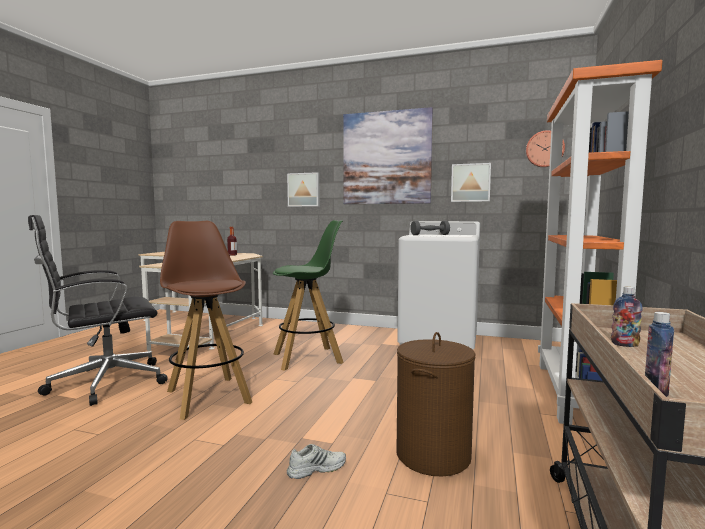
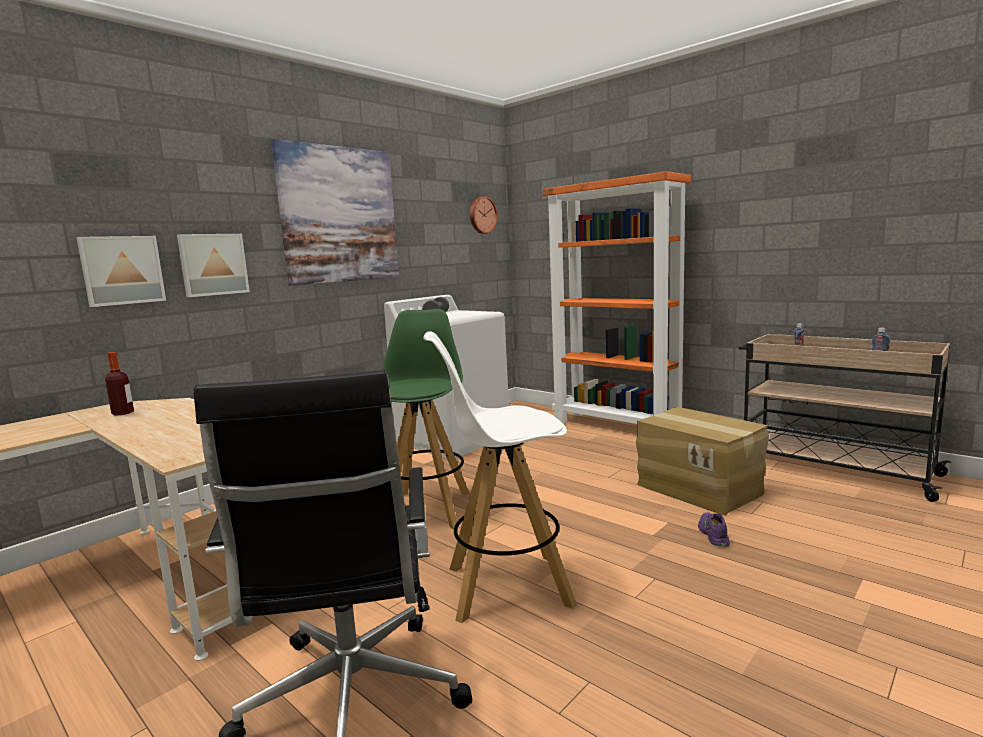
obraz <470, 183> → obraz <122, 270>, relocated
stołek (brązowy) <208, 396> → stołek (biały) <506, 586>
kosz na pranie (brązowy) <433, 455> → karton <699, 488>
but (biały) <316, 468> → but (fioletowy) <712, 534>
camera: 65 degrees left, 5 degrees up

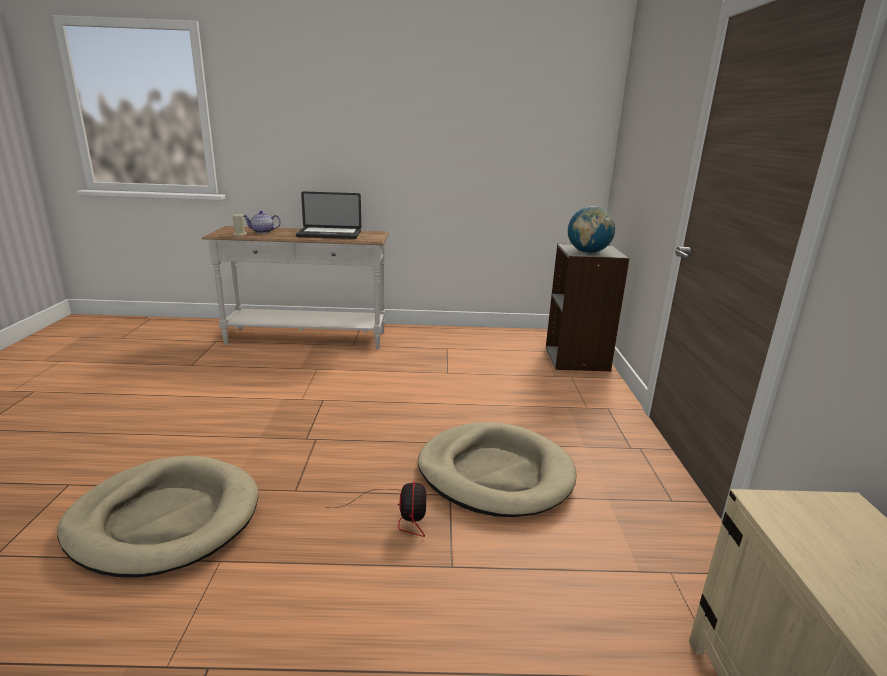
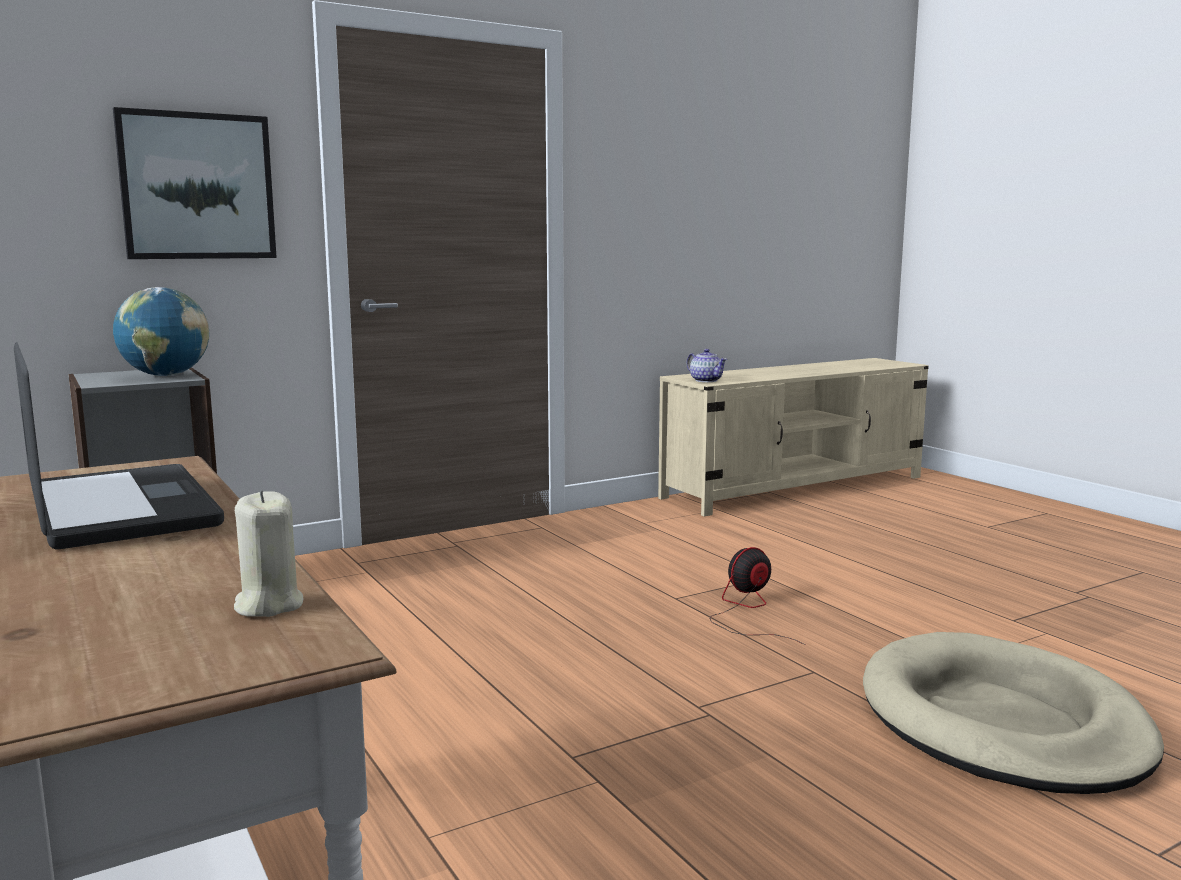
- → obraz <197, 186>
imbryk <263, 232> → imbryk <706, 380>, relocated
legowisko (beżowy) <495, 473> → -
camera: 120 degrees left, 10 degrees down

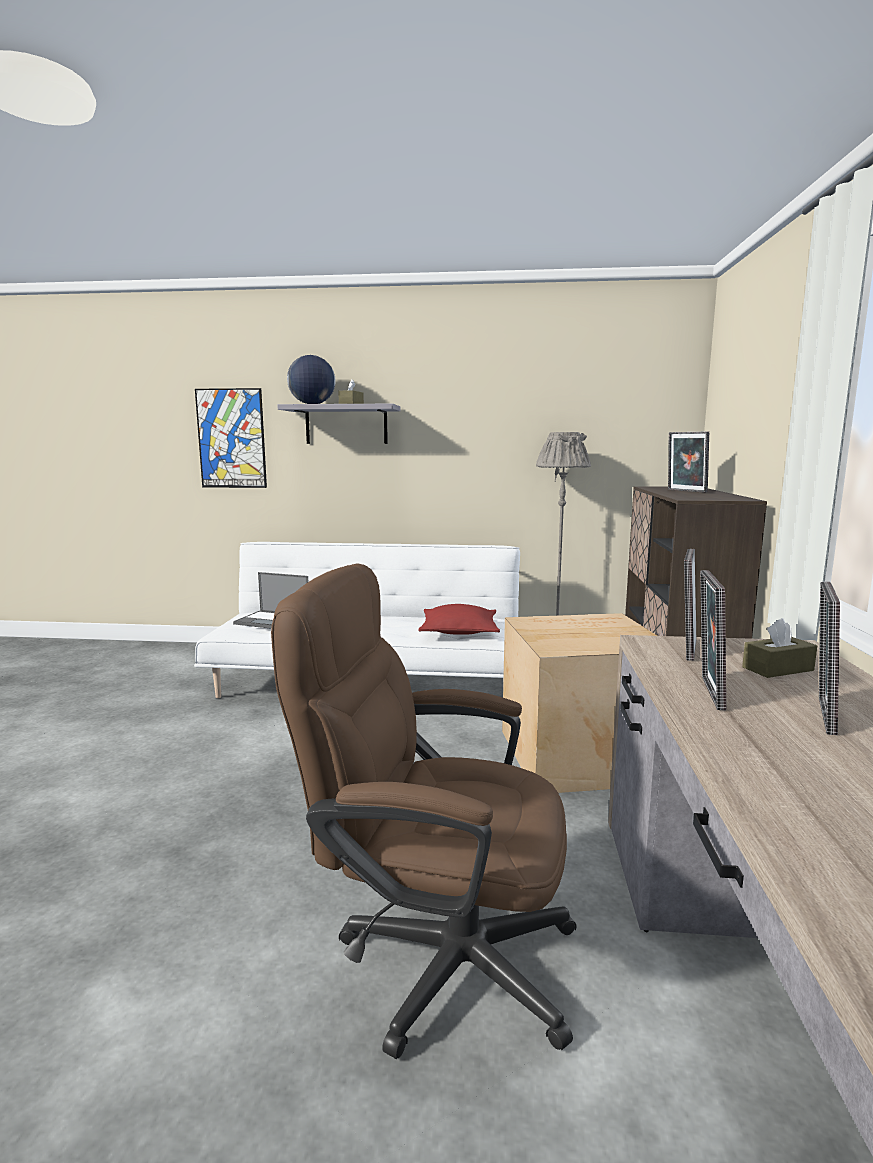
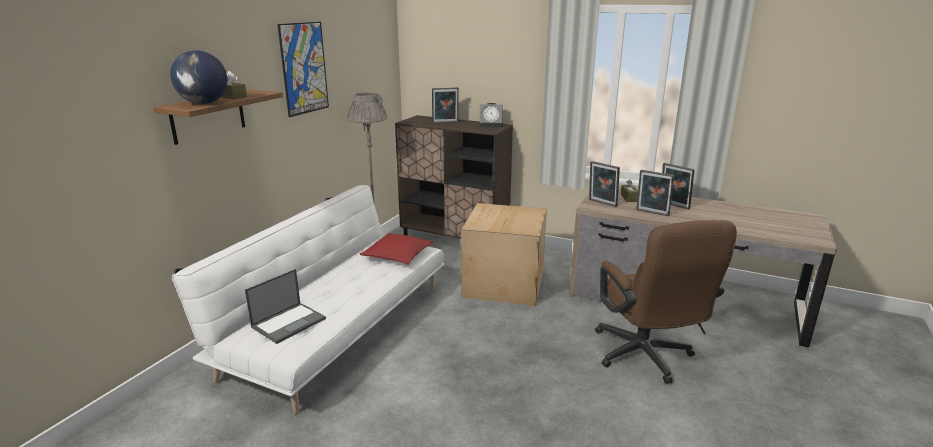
półka (szary) <346, 425> → półka (brązowy) <208, 116>
obraz <231, 438> → obraz <304, 68>, relocated
- → budzik <491, 125>
krzesło biurowe (brązowy) <436, 956> → krzesło biurowe (brązowy) <646, 358>, 45 degrees counterclockwise
camera: 70 degrees left, 10 degrees up

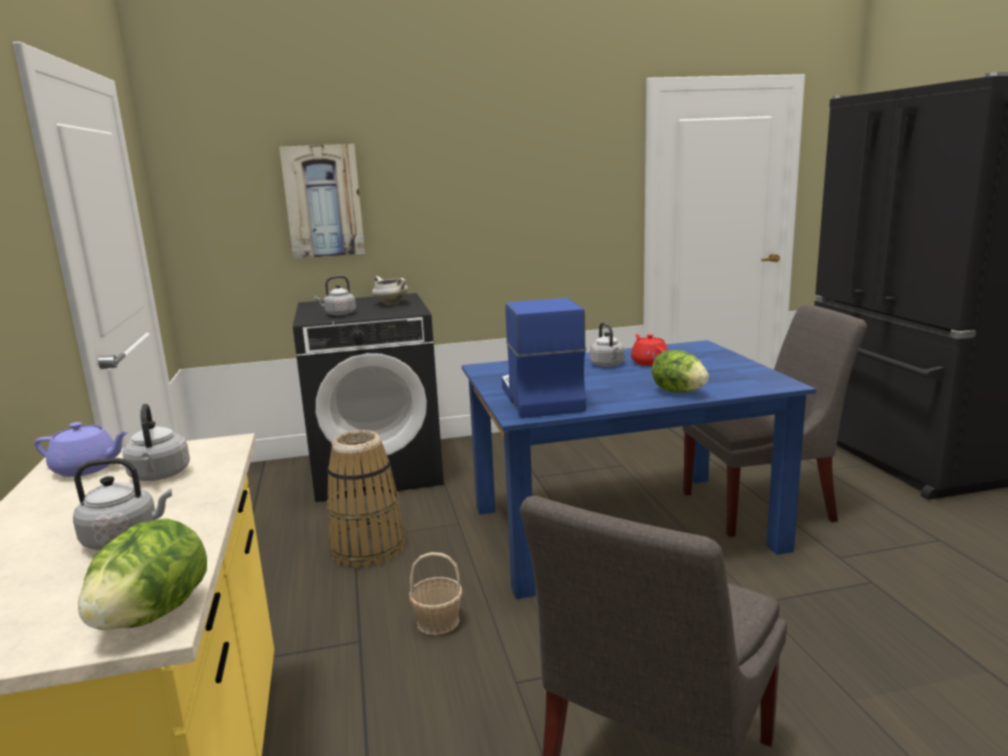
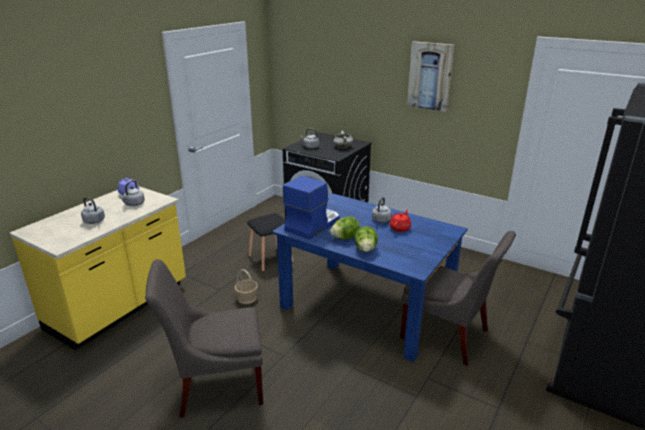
koszyk <368, 548> → stołek (czarny) <271, 258>
sałata <152, 615> → sałata <345, 238>, relocated
obraz <323, 201> → obraz <430, 76>, relocated
camera: 45 degrees right, 10 degrees up

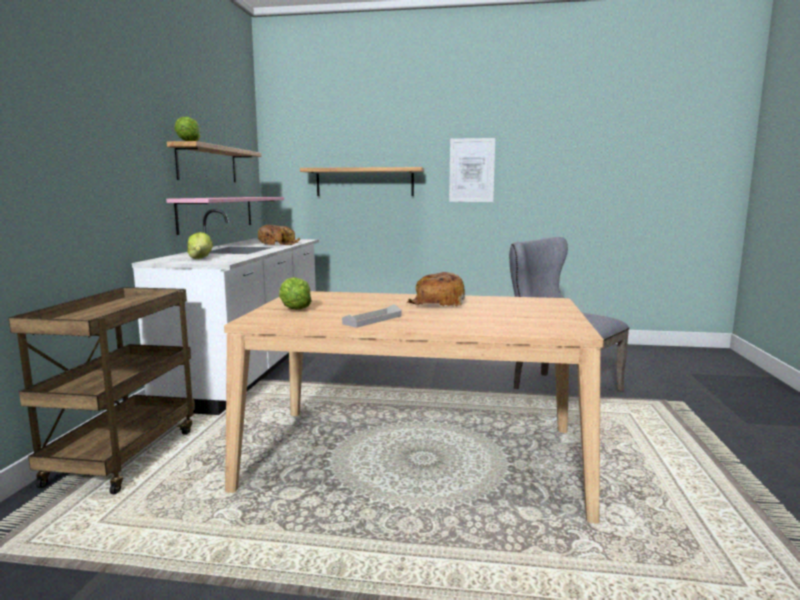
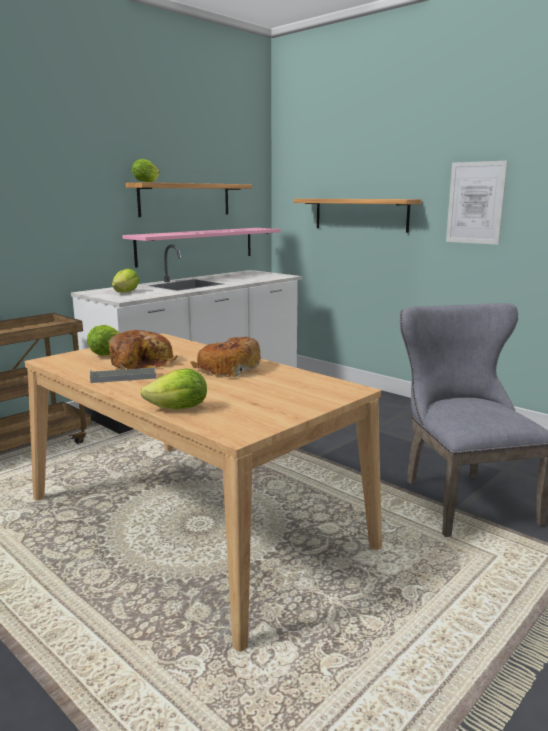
chleb <278, 244> → chleb <142, 362>, relocated
- → sałata <179, 409>
camera: 35 degrees right, 5 degrees up

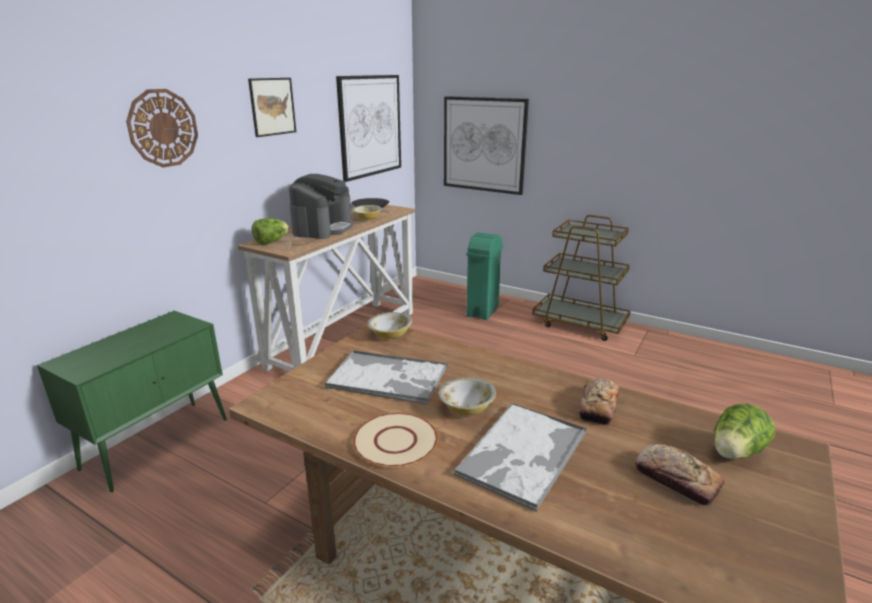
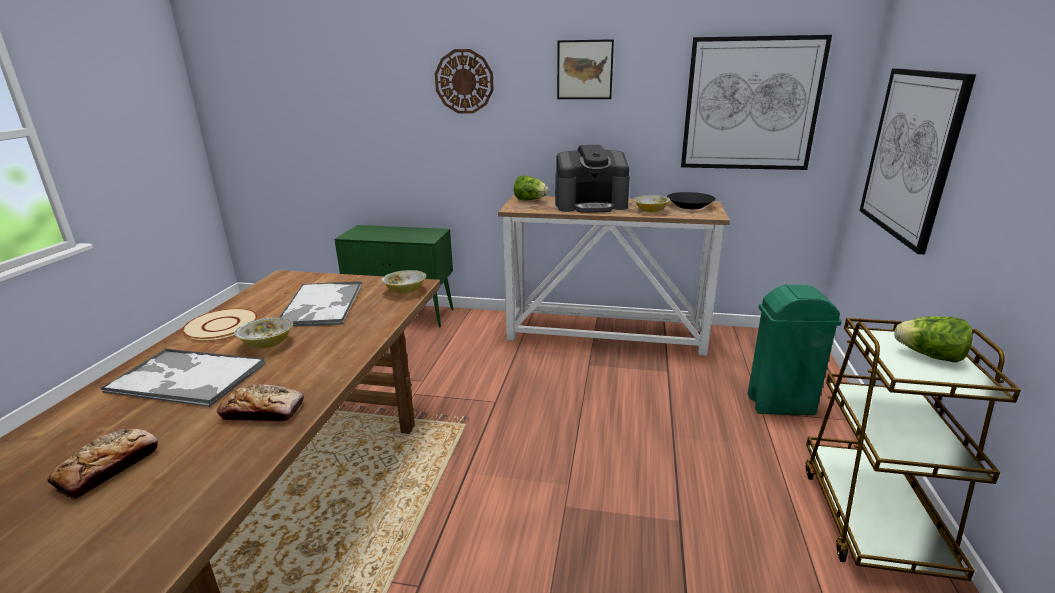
sałata <735, 453> → sałata <929, 356>, relocated
camera: 70 degrees right, 0 degrees up

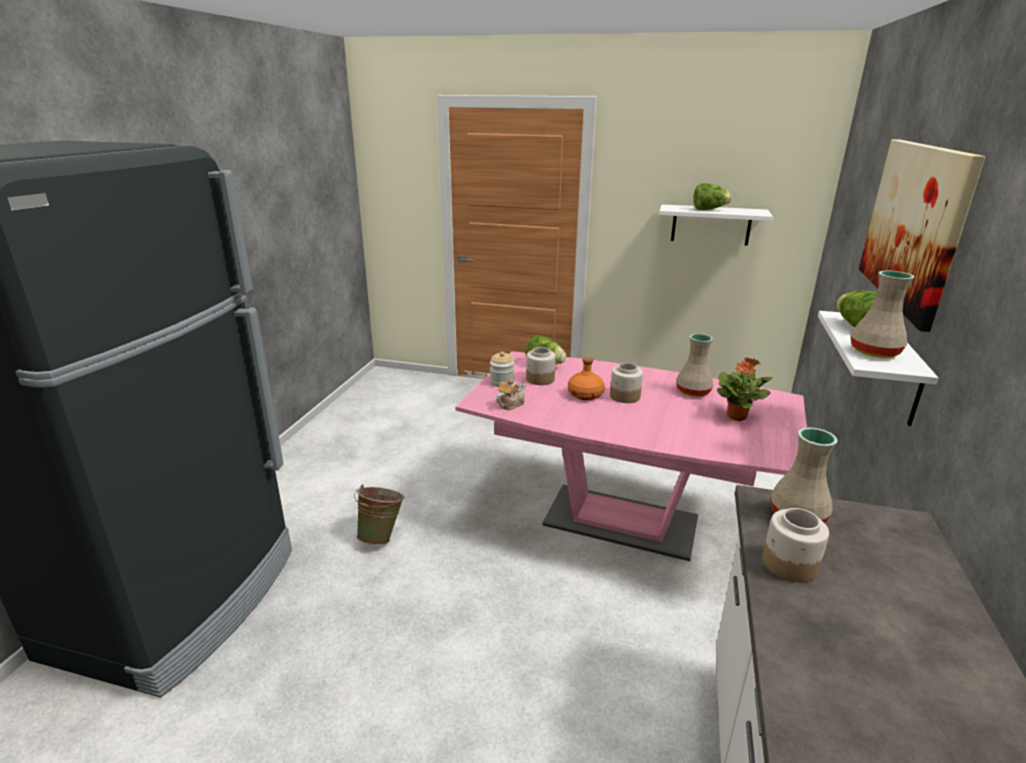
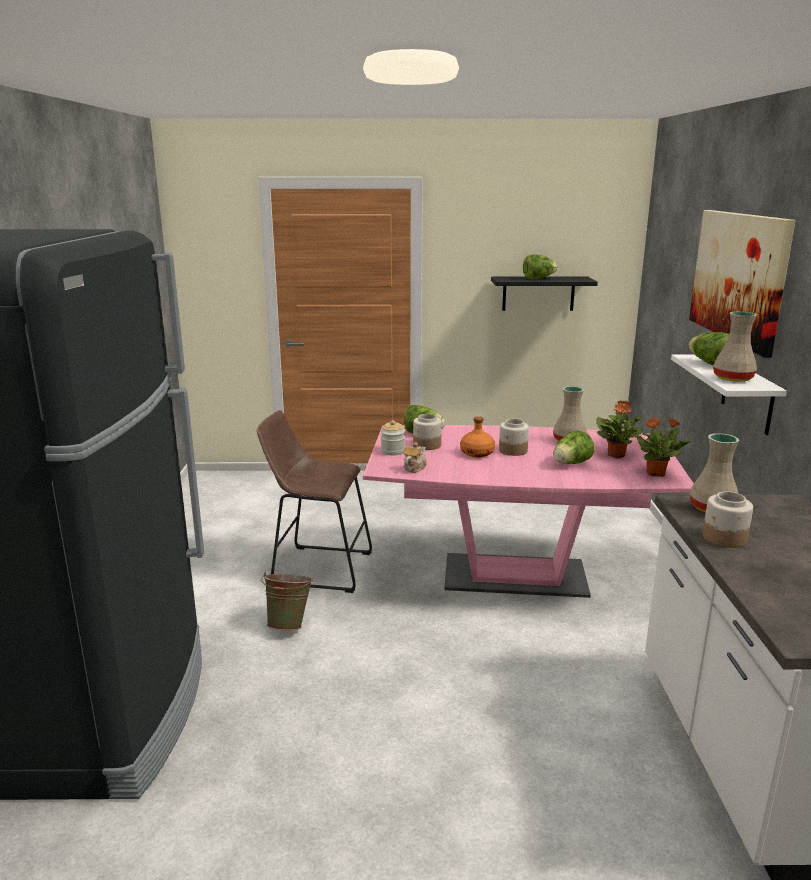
- → stołek (brązowy) <317, 568>
półka (biały) <711, 225> → półka (czarny) <538, 293>
- → sałata <571, 464>
- → roślina doniczkowa <656, 473>
camera: 15 degrees left, 5 degrees down

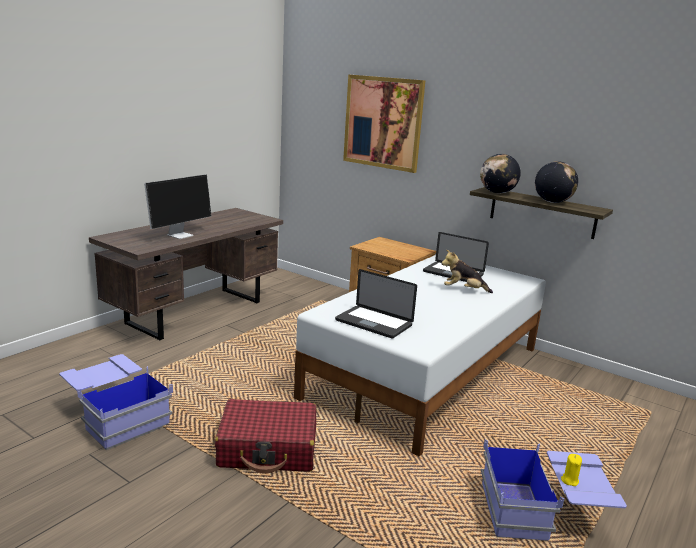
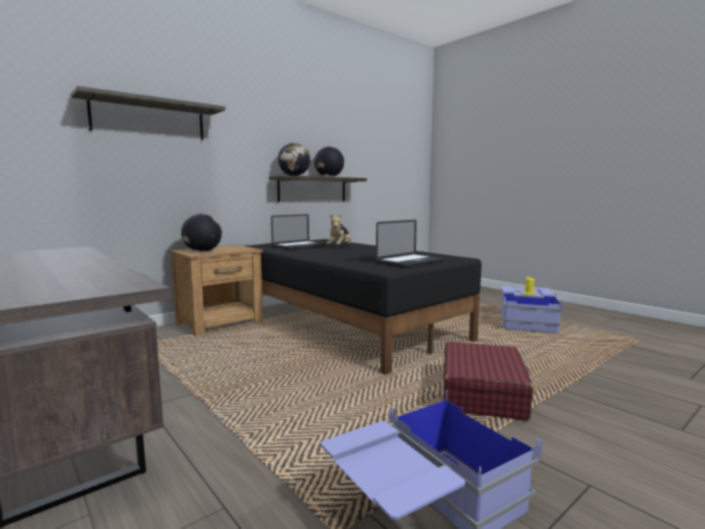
obraz <383, 122> → półka <149, 119>
- → globus <202, 251>
łóżko (biały) <428, 372> → łóżko (czarny) <347, 324>
monitor <180, 235> → -
camera: 75 degrees left, 10 degrees down

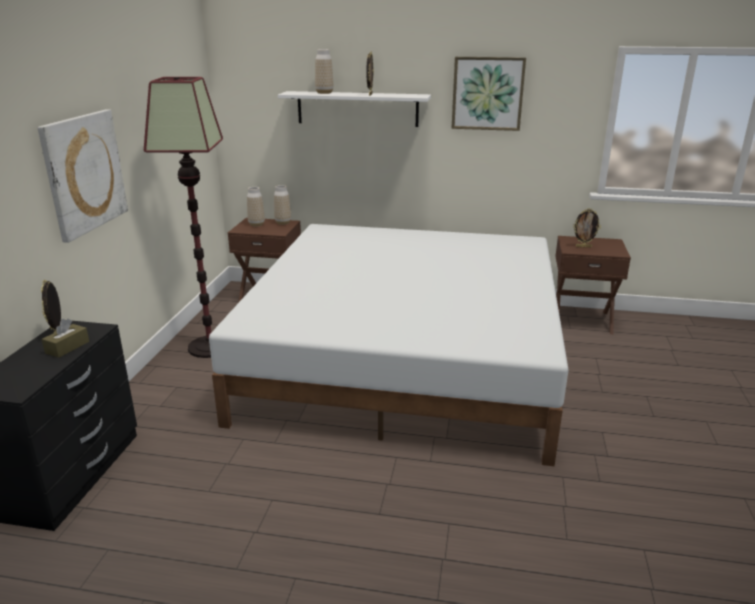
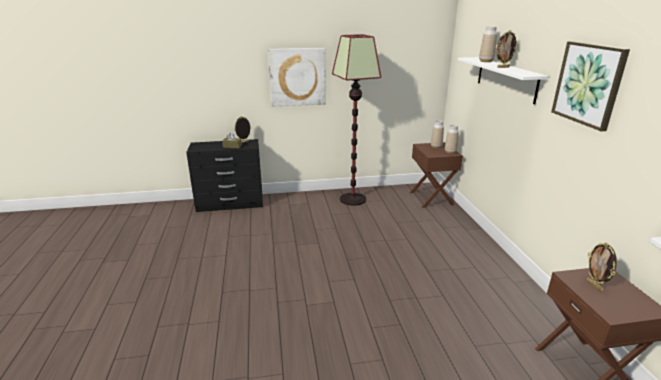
łóżko (biały) <405, 357> → -
camera: 70 degrees right, 0 degrees up

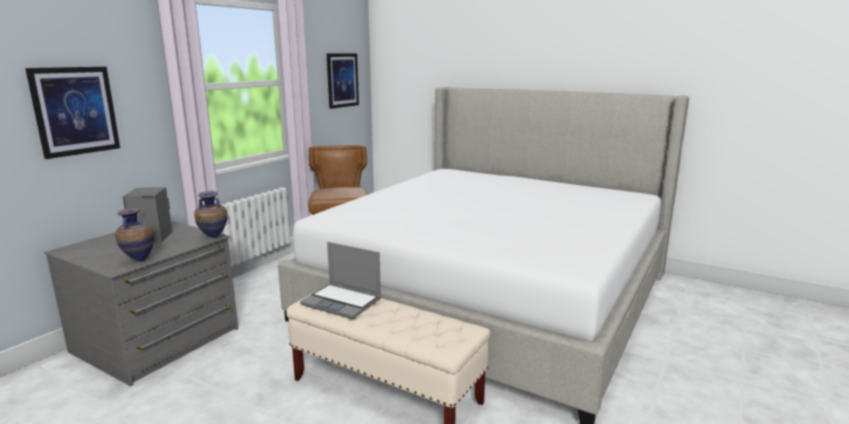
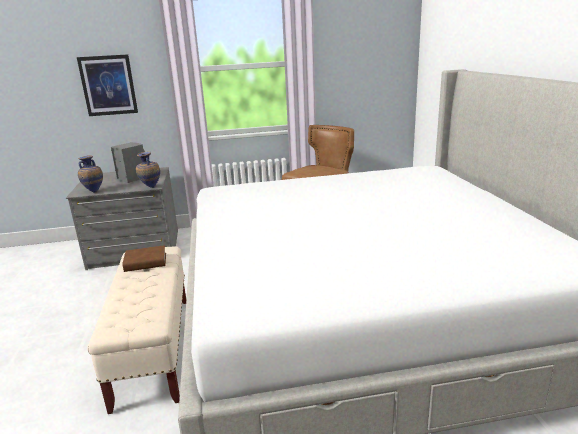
laptop <343, 302> → książka (brązowy) <145, 262>
obraz <342, 80> → -
camera: 50 degrees right, 5 degrees up

